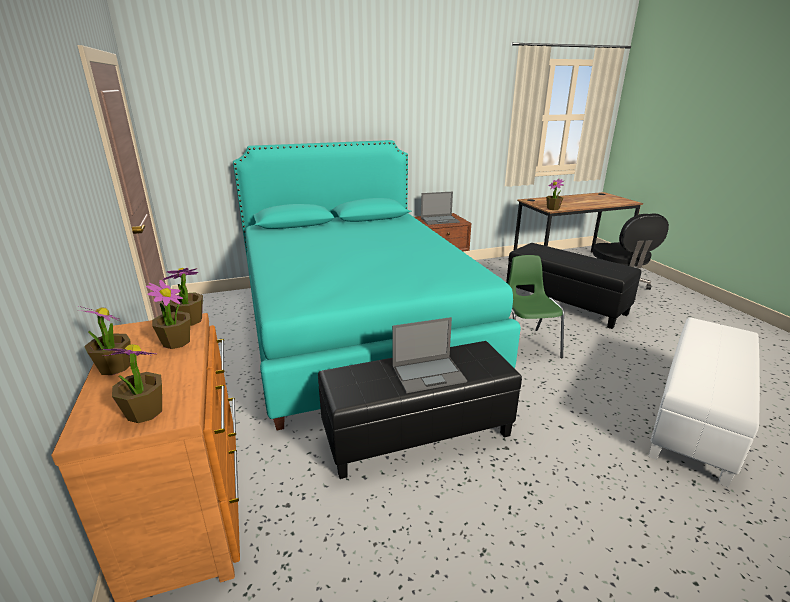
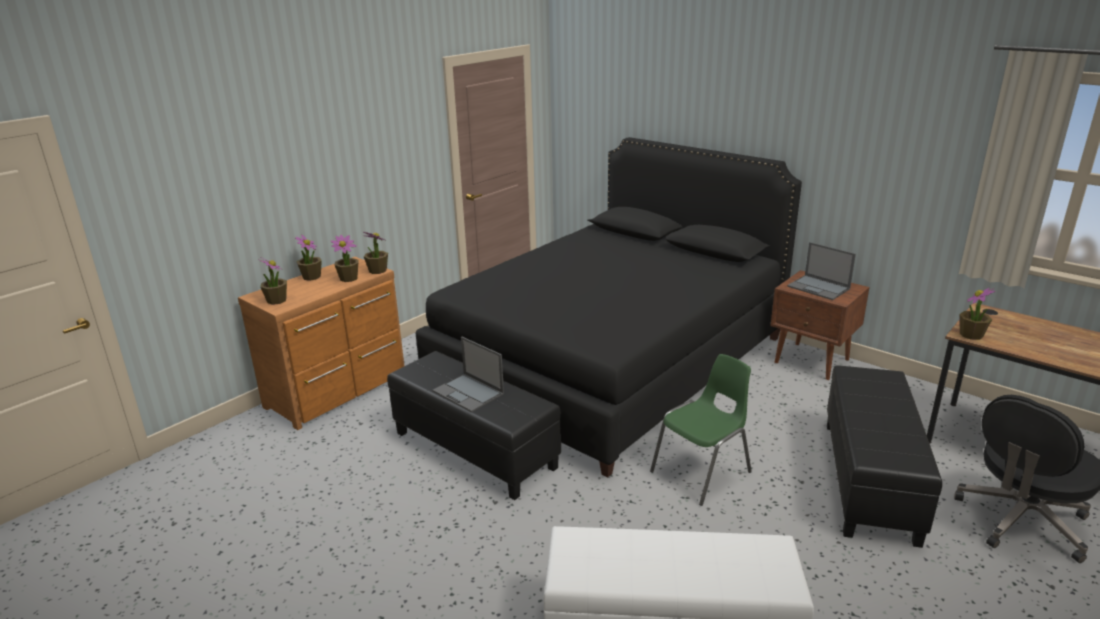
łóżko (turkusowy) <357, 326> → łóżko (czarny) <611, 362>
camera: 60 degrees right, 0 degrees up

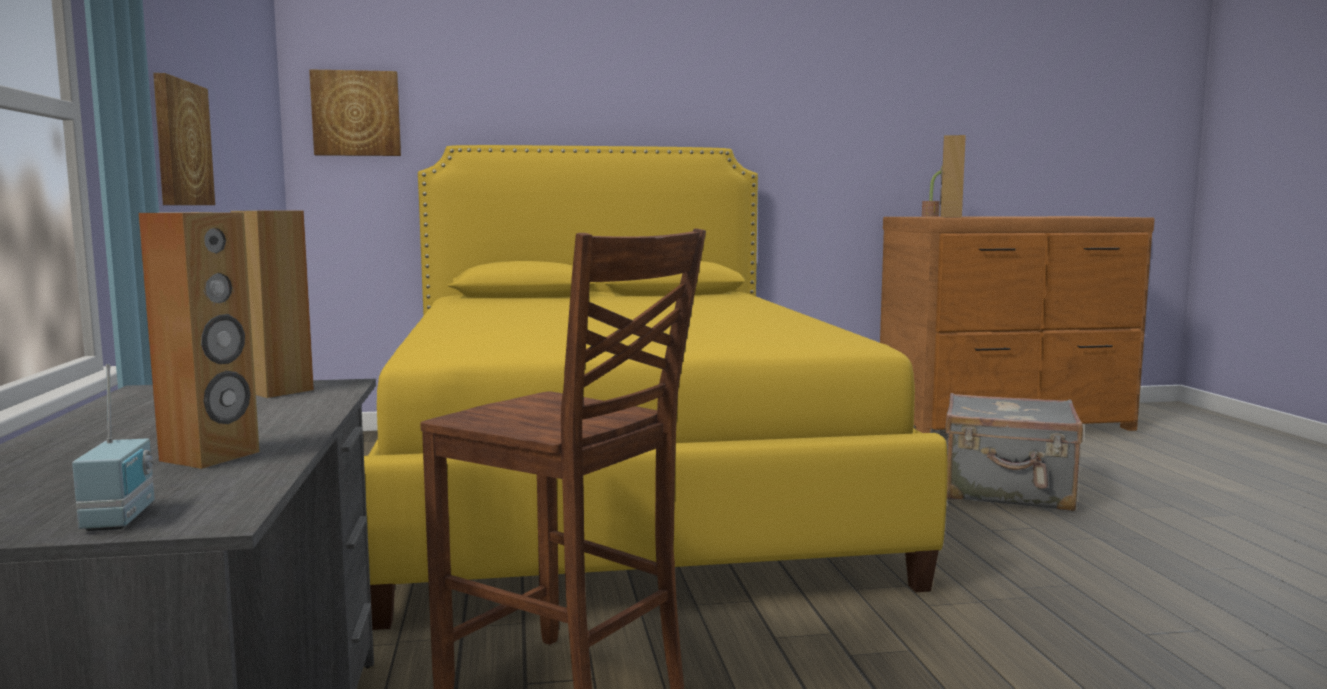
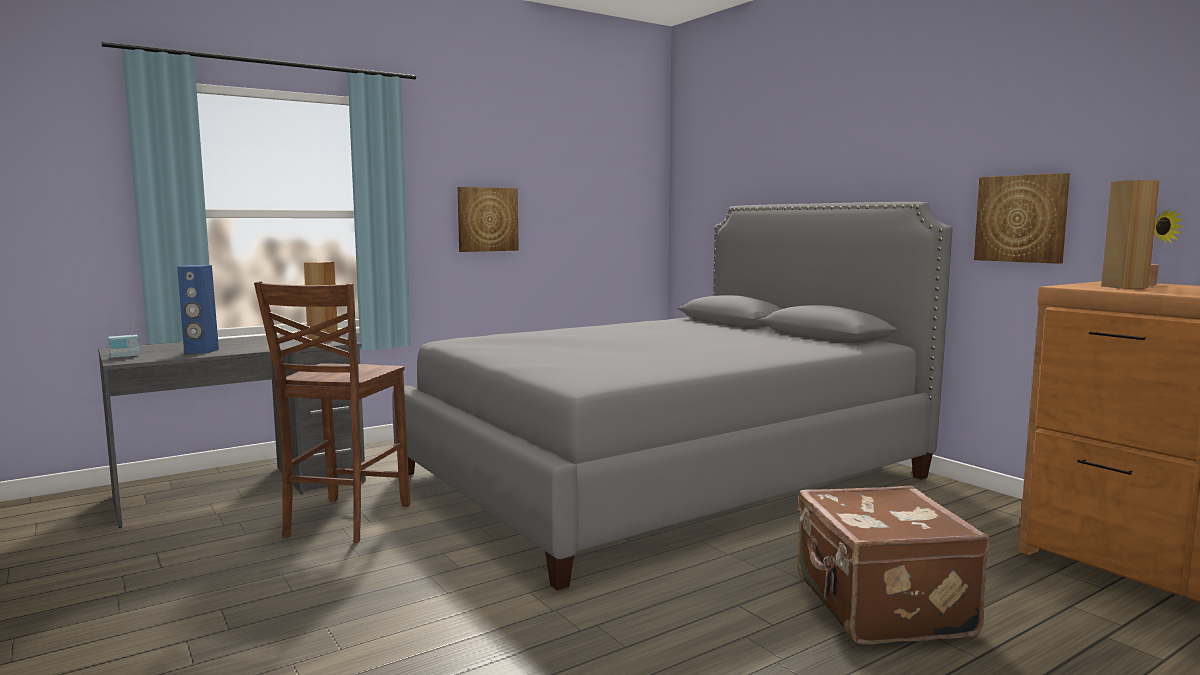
głośnik (brązowy) <211, 456> → głośnik (niebieski) <201, 351>
łóżko (żółty) <620, 490> → łóżko (szary) <665, 475>
walizka (szary) <1008, 492> → walizka (brązowy) <879, 607>
obraz <356, 113> → obraz <1021, 218>, relocated
camera: 65 degrees right, 0 degrees up

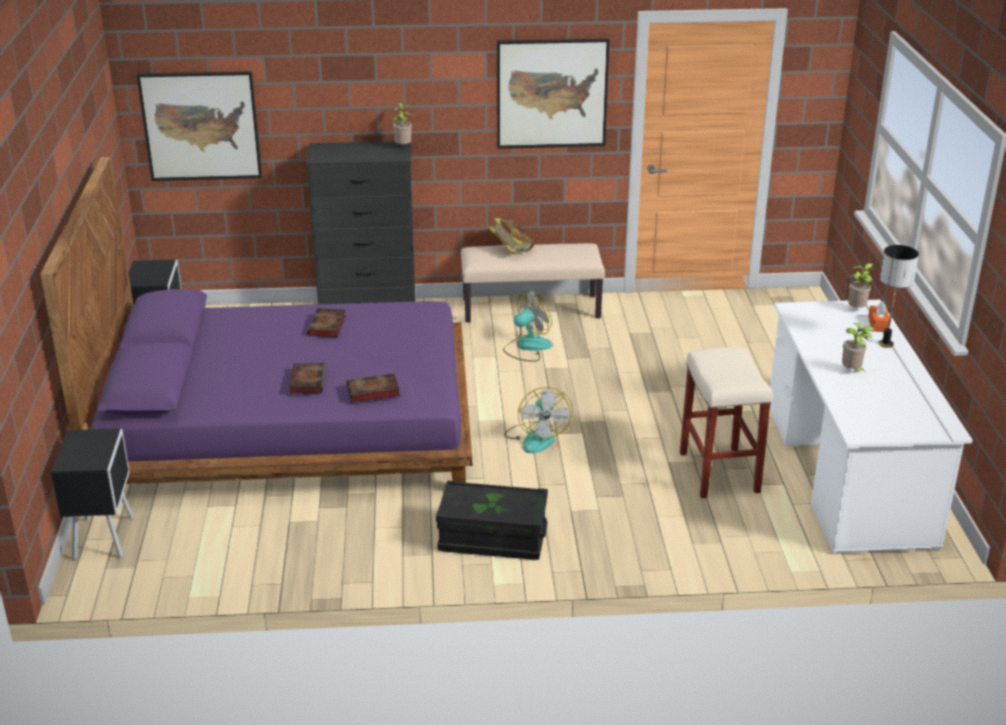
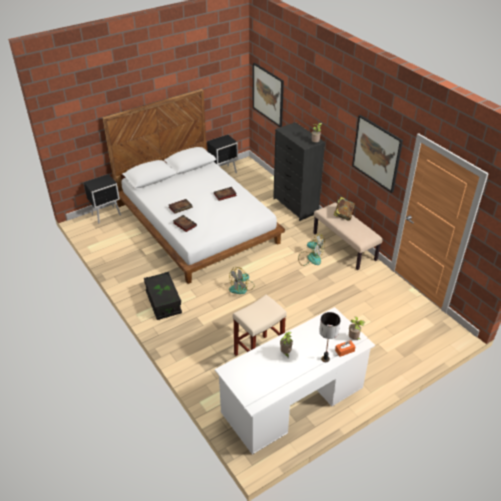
łóżko (fioletowy) <290, 427> → łóżko (biały) <197, 223>
camera: 60 degrees right, 10 degrees up

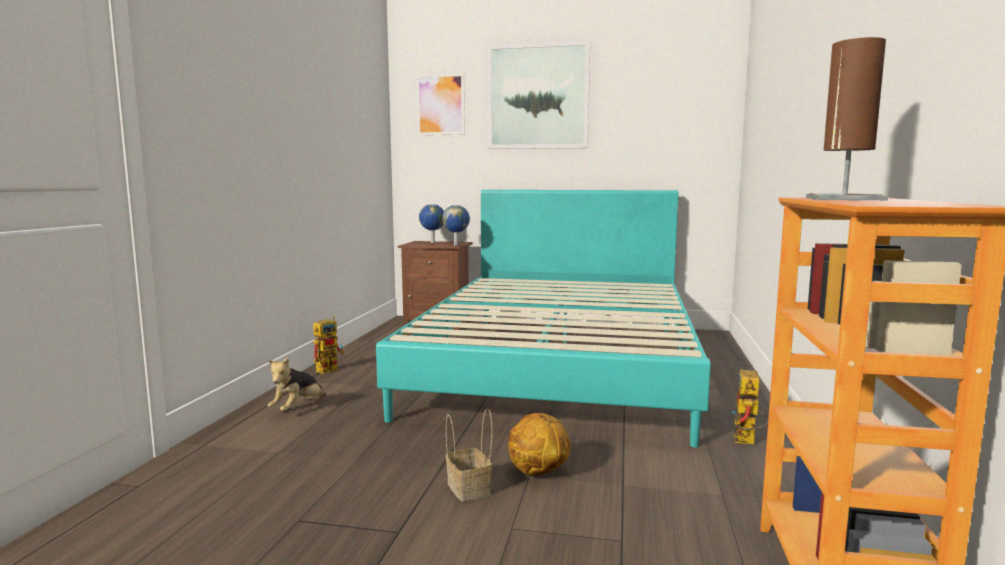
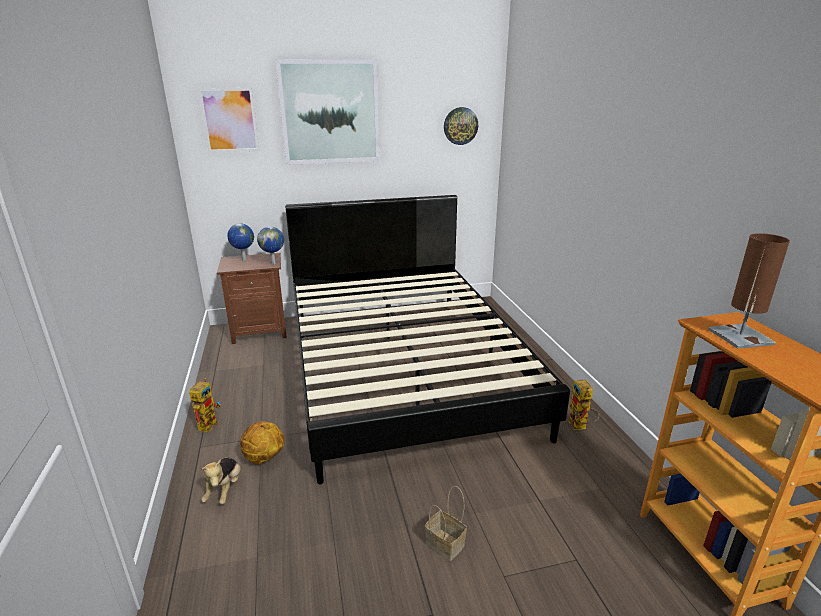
piłka do koszykówki <537, 472> → piłka do koszykówki <264, 458>, relocated
łóżko (turkusowy) <560, 365> → łóżko (czarny) <403, 368>
- → zegar ścienny <460, 126>
camera: 25 degrees left, 15 degrees up

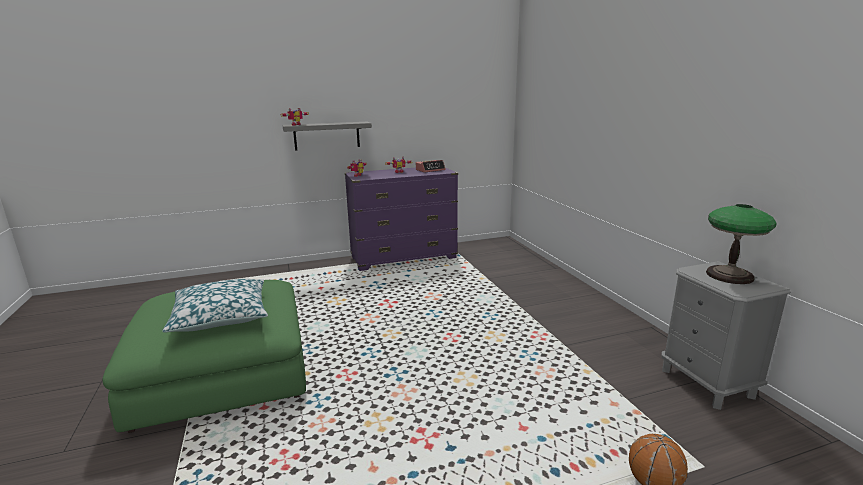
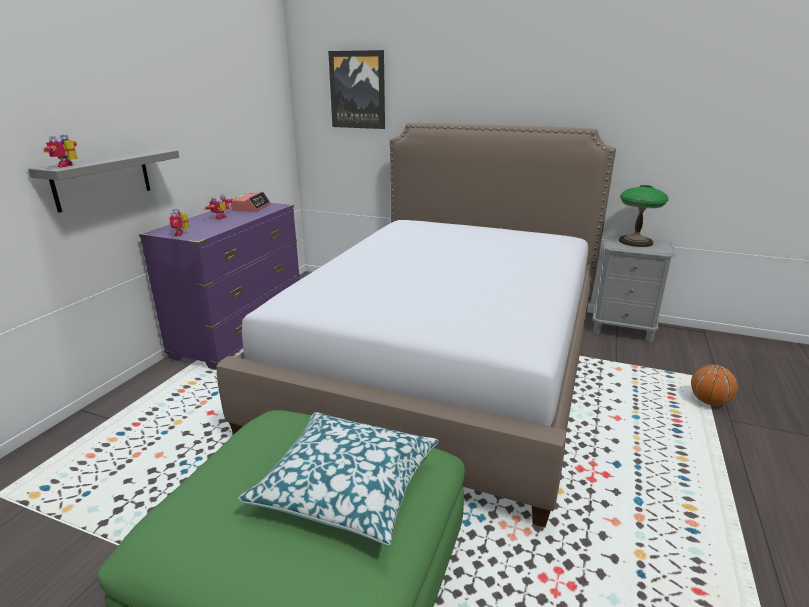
- → łóżko <445, 365>
- → obraz <357, 90>
camera: 50 degrees left, 5 degrees up

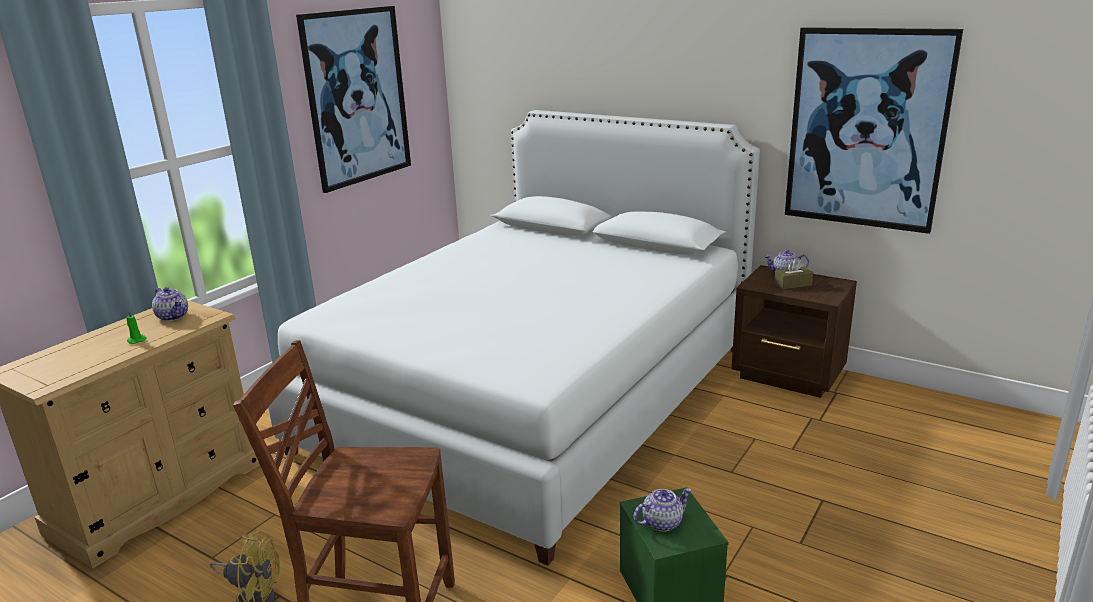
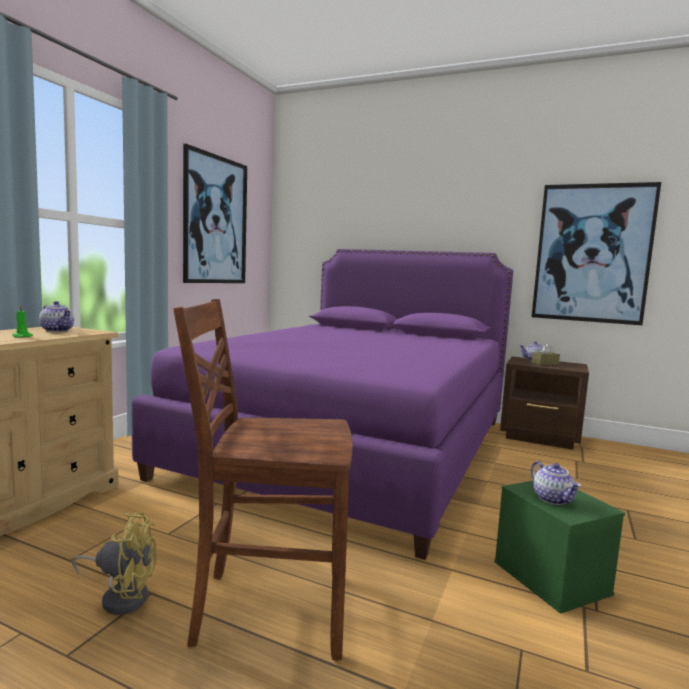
łóżko (biały) <535, 397> → łóżko (fioletowy) <353, 446>
imbryk <662, 522> → imbryk <553, 499>, 105 degrees clockwise
camera: 10 degrees left, 15 degrees down

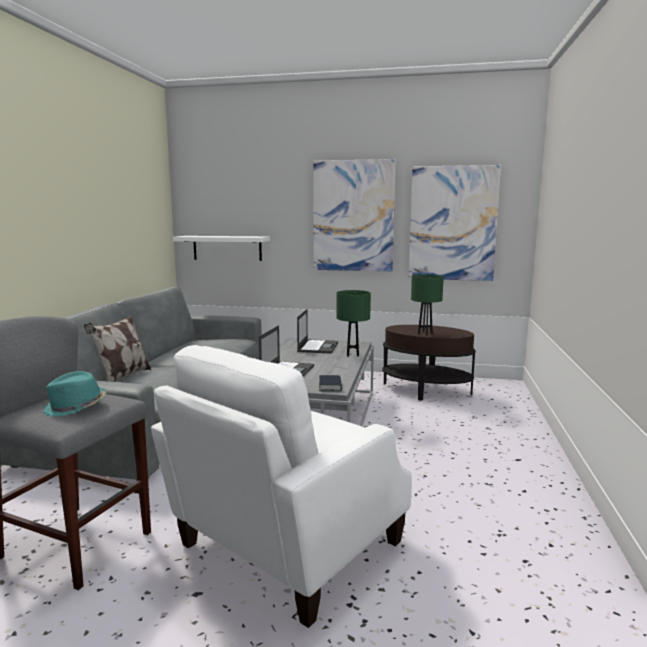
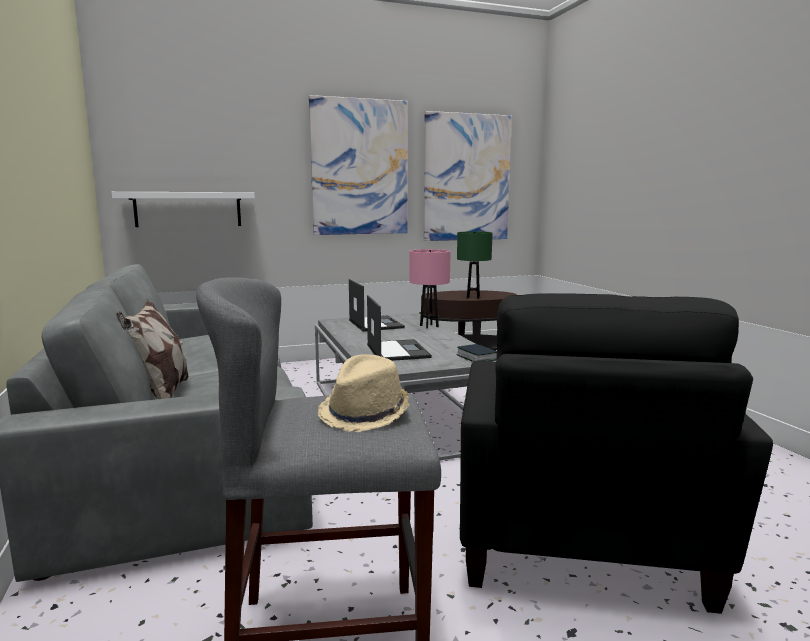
kapelusz (turkusowy) <75, 407> → kapelusz (beżowy) <366, 414>
lampa stołowa (zielony) <352, 354> → lampa stołowa (różowy) <429, 326>
fotel (biały) <286, 546> → fotel (czarny) <577, 545>
camera: 30 degrees left, 0 degrees up

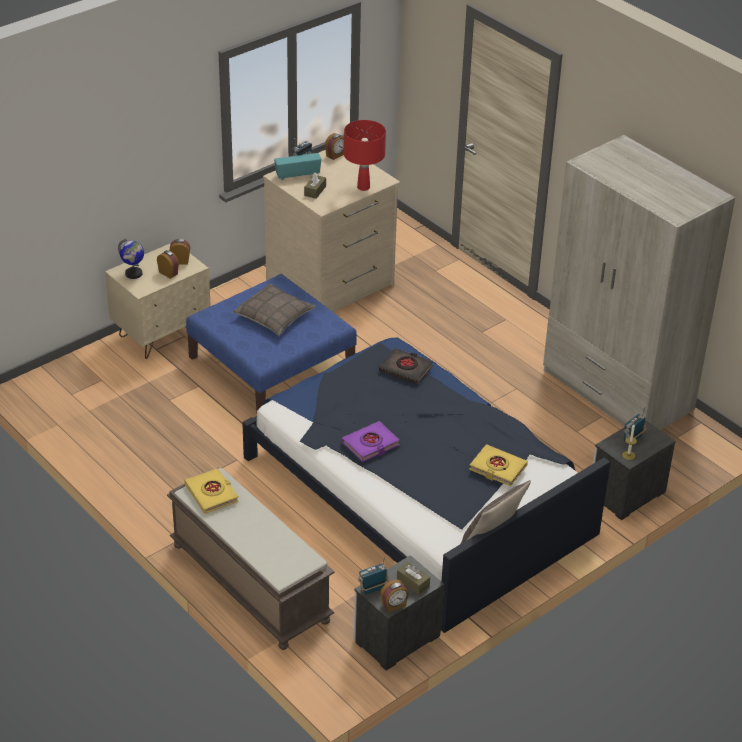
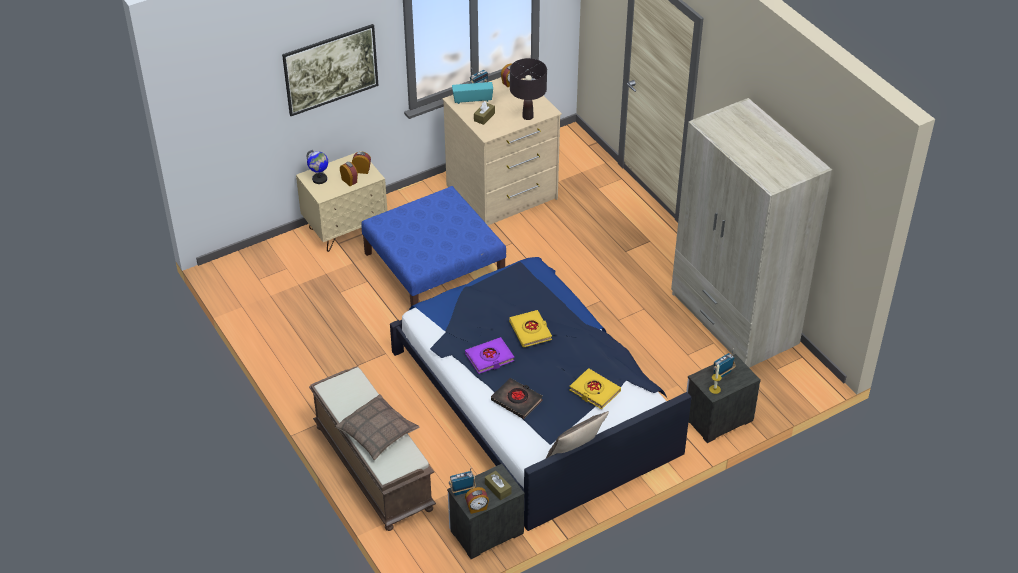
- → obraz <332, 84>
poduszka <274, 316> → poduszka <377, 432>, relocated
książka (czarny) <406, 369> → książka (czarny) <517, 400>, relocated
książka (żółty) <212, 494> → książka (żółty) <530, 331>, relocated
lampa stołowa (czerwony) <363, 187> → lampa stołowa (czarny) <527, 116>
camera: 10 degrees right, 5 degrees up

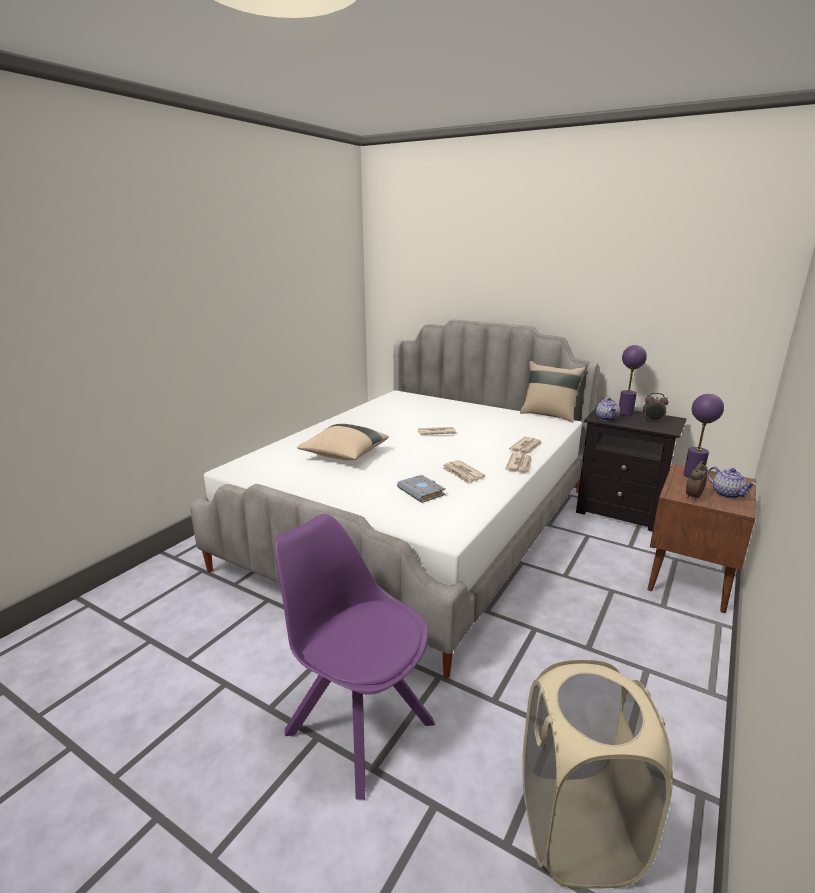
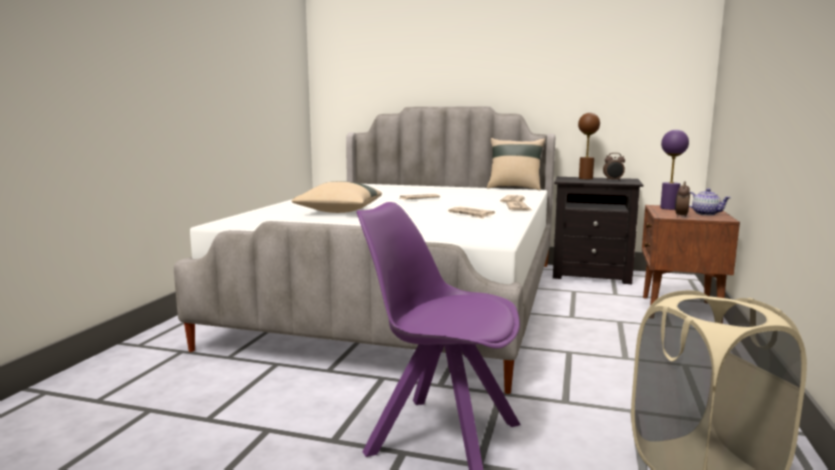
lampa stołowa (fioletowy) <625, 413> → lampa stołowa (brązowy) <586, 178>
książka (szary) <422, 492> → -
imbryk <607, 418> → -
camera: 15 degrees left, 10 degrees down

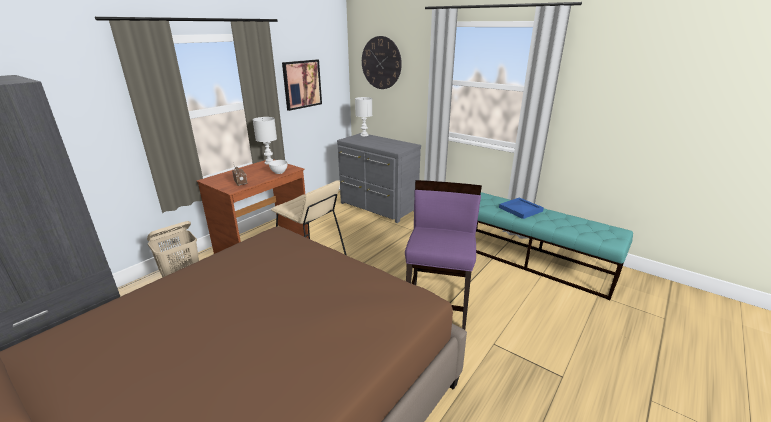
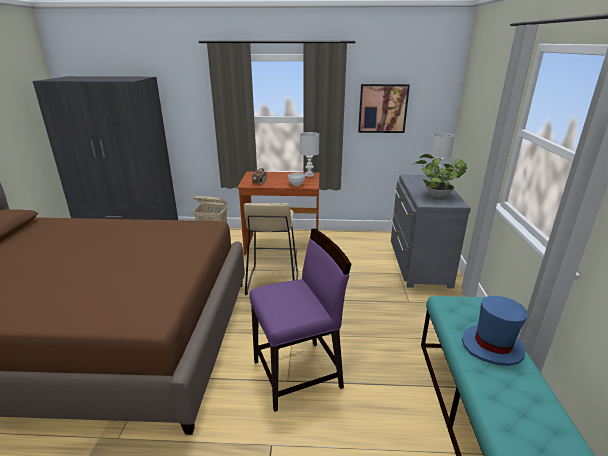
- → roślina doniczkowa <435, 196>
taca (niebieski) <521, 209> → kapelusz (niebieski) <492, 346>
zegar ścienny <381, 63> → -
camera: 55 degrees right, 0 degrees up

